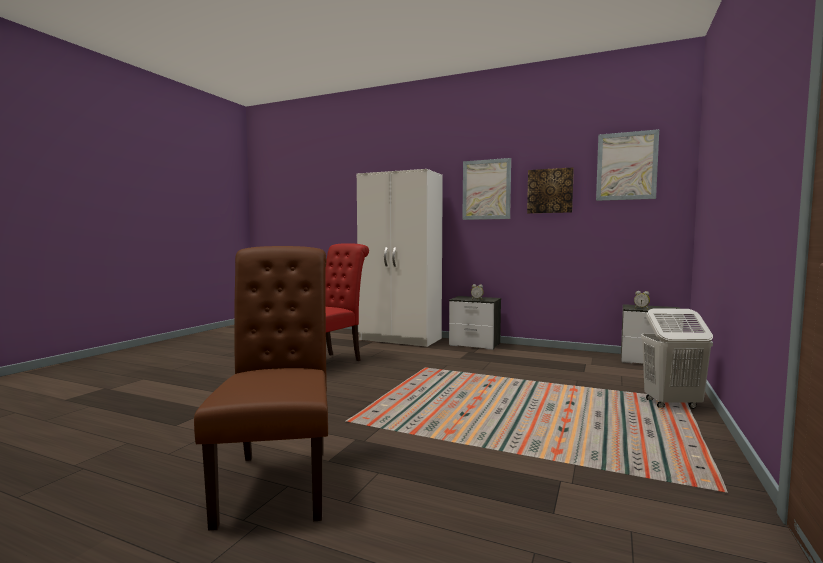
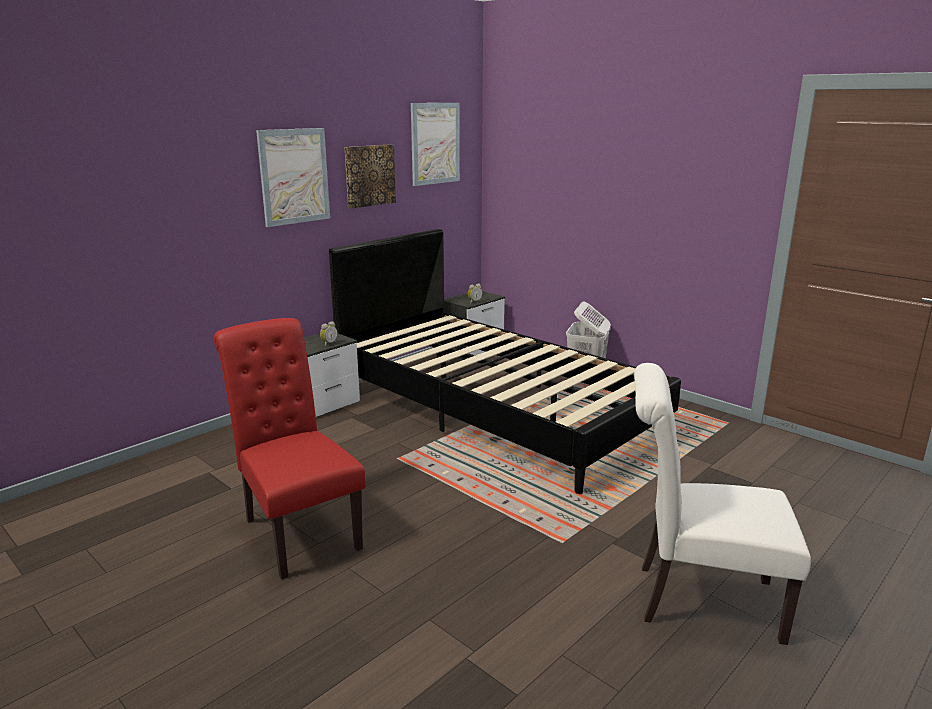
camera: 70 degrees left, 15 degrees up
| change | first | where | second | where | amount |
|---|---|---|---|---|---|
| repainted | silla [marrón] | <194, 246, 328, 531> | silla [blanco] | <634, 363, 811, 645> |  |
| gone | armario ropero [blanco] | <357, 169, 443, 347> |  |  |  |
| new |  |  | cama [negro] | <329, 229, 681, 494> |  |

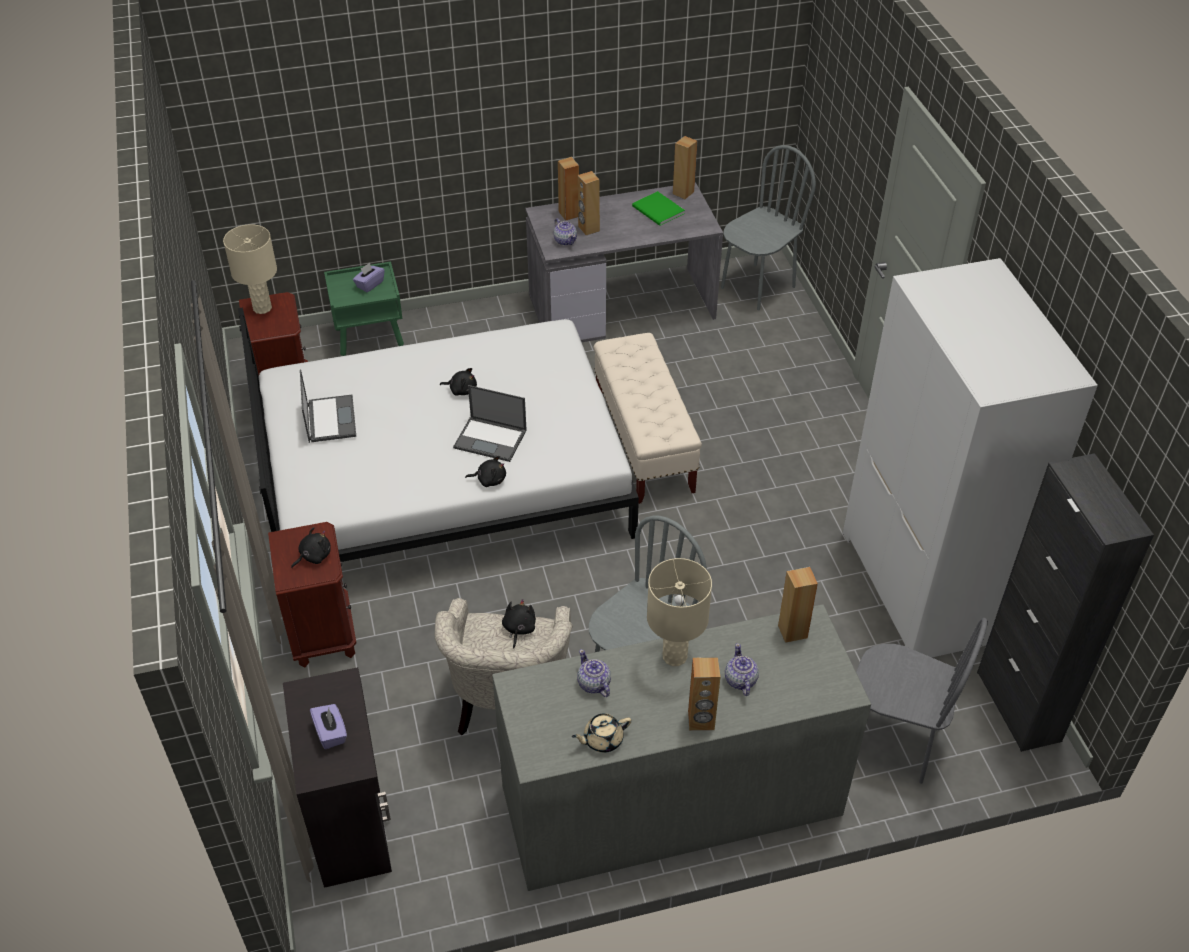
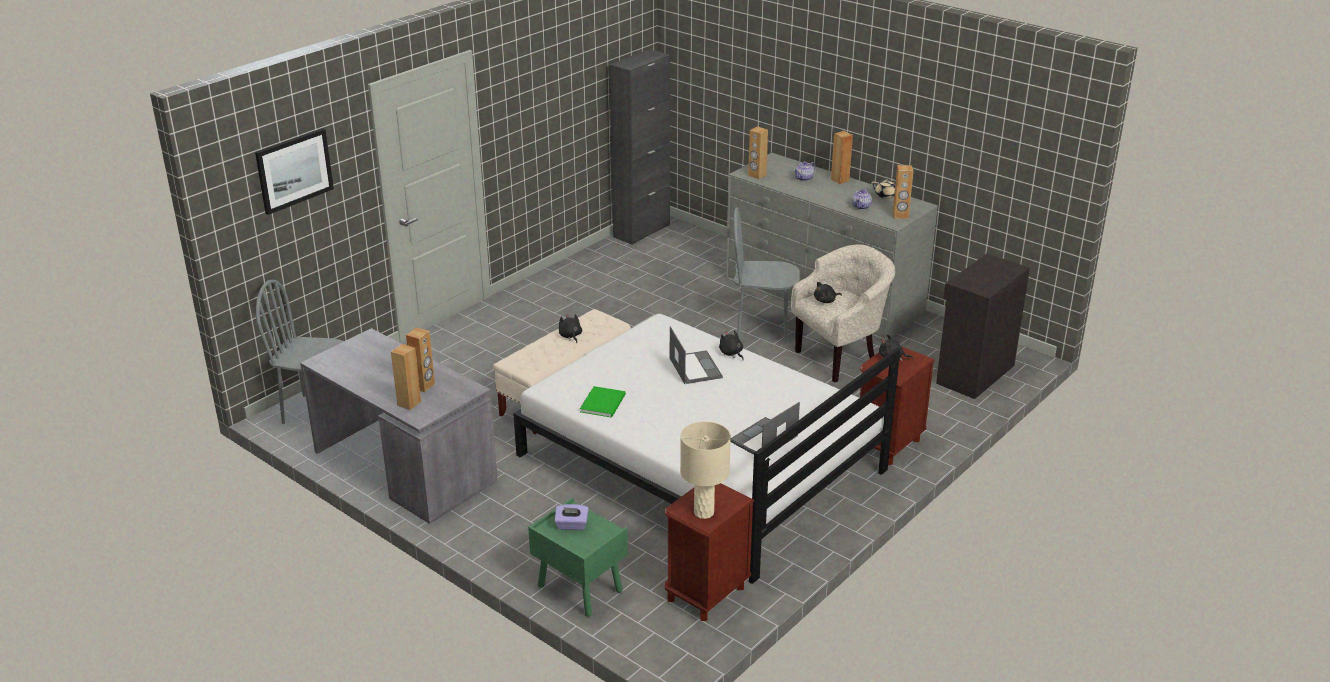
camera: 125 degrees left, 15 degrees down
| change | first | where | second | where | amount |
|---|---|---|---|---|---|
| gone | caja de pañuelos [morado] | <310, 704, 347, 749> |  |  |  |
| shifted | peluche [negro] | <440, 368, 477, 396> |  | <559, 314, 582, 343> |  |
| gone | tetera | <554, 218, 577, 246> |  |  |  |
| shifted | libro [verde] | <632, 191, 685, 226> |  | <580, 386, 626, 418> |  |
| gone | lámpara de mesa [beis] | <647, 558, 712, 666> |  |  |  |
| shifted | altavoz [marrón] | <673, 136, 697, 199> |  | <893, 165, 914, 219> |  |
| gone | armario ropero [blanco] | <843, 258, 1098, 657> |  |  |  |
| gone | silla [gris] | <856, 618, 988, 784> |  |  |  |
| new |  |  | cuadro | <255, 128, 334, 215> |  |

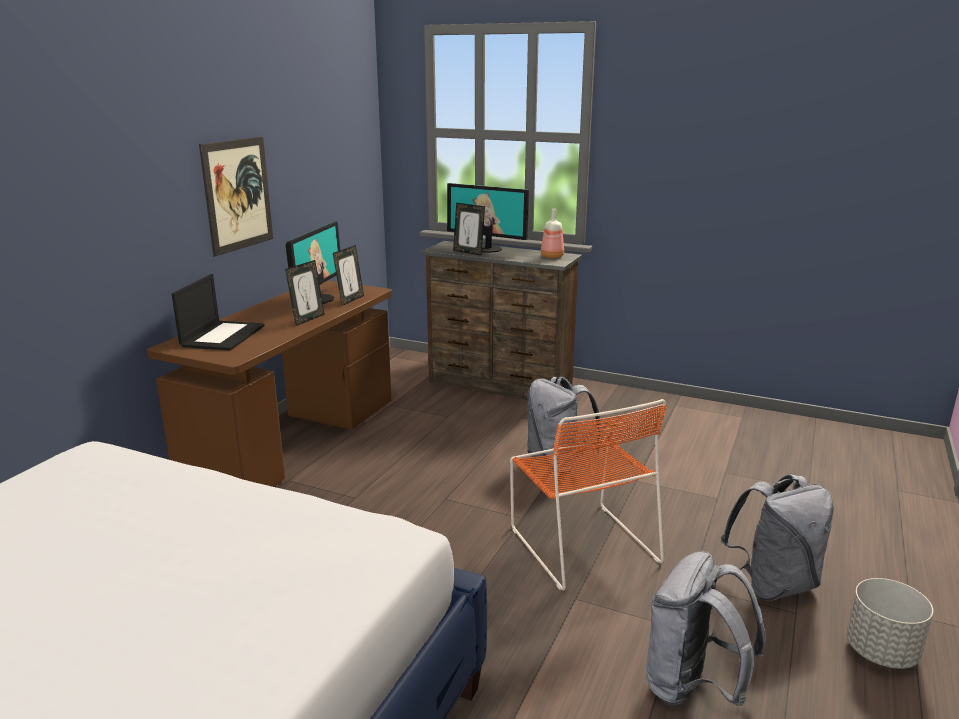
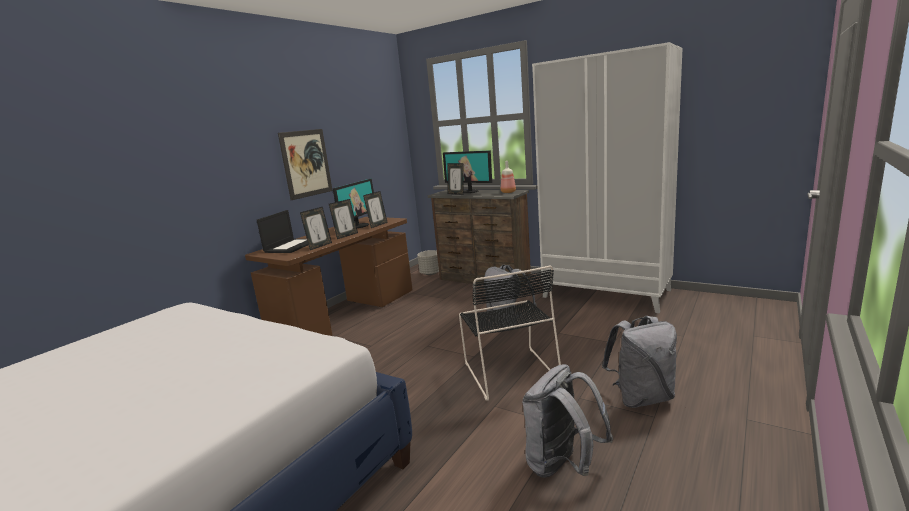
camera: 10 degrees right, 5 degrees down
| change | first | where | second | where | amount |
|---|---|---|---|---|---|
| repainted | silla [naranja] | <510, 399, 667, 591> | silla [negro] | <459, 265, 561, 401> |  |
| shifted | maceta [gris] | <846, 578, 934, 669> |  | <417, 250, 439, 275> |  |
| new |  |  | portarretratos | <300, 207, 332, 250> |  |
| new |  |  | armario ropero [blanco] | <532, 42, 683, 313> |  |

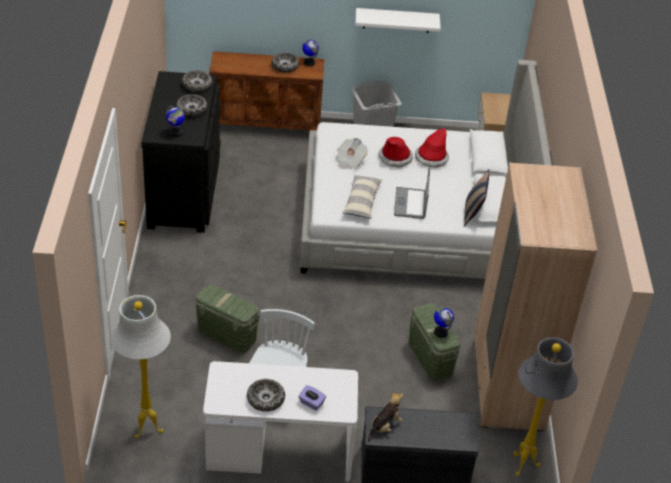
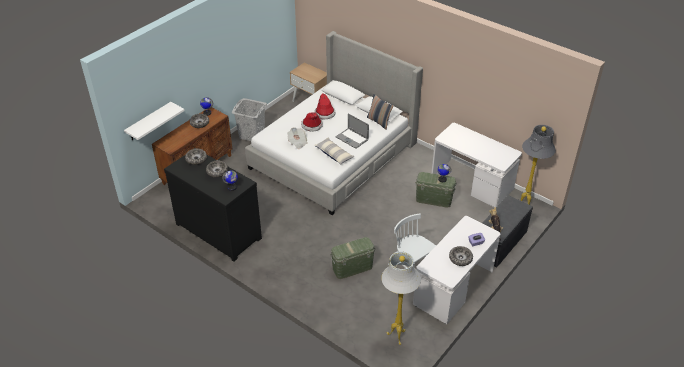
camera: 50 degrees left, 0 degrees up
| change | first | where | second | where | amount |
|---|---|---|---|---|---|
| shifted | estante [blanco] | <355, 8, 441, 33> |  | <124, 102, 185, 140> |  |
| swapped | armario ropero [beis] | <474, 162, 597, 431> | escritorio [blanco] | <431, 123, 522, 207> |  |

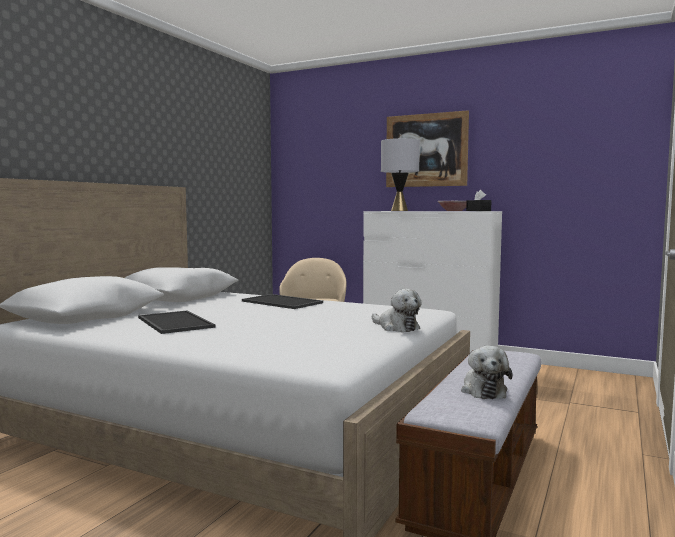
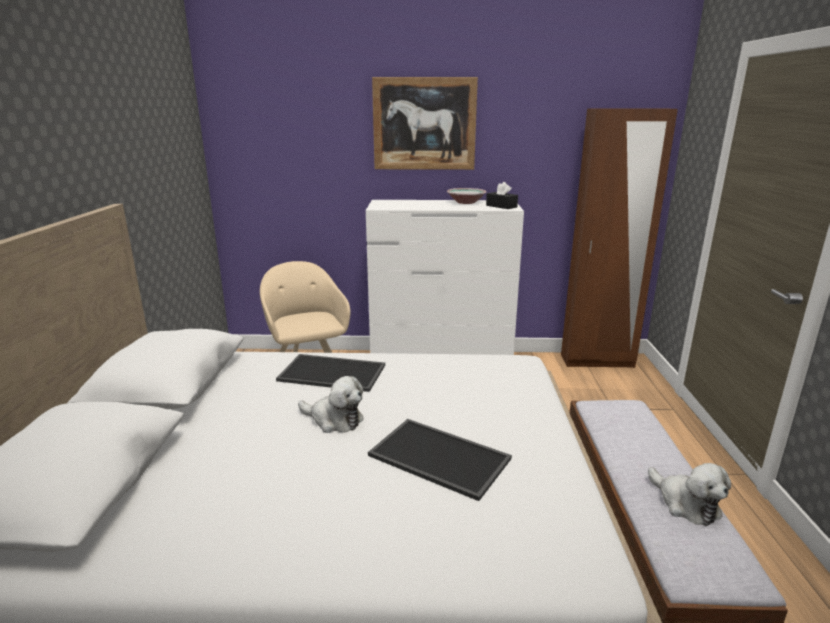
camera: 25 degrees left, 15 degrees up
| change | first | where | second | where | amount |
|---|---|---|---|---|---|
| shifted | bandeja | <138, 310, 215, 334> |  | <368, 419, 512, 501> |  |
| shifted | peluche | <372, 289, 422, 332> |  | <298, 376, 364, 433> |  |
| gone | lámpara de mesa [gris] | <381, 138, 420, 211> |  |  |  |
| new |  |  | armario ropero [marrón] | <561, 108, 678, 368> |  |

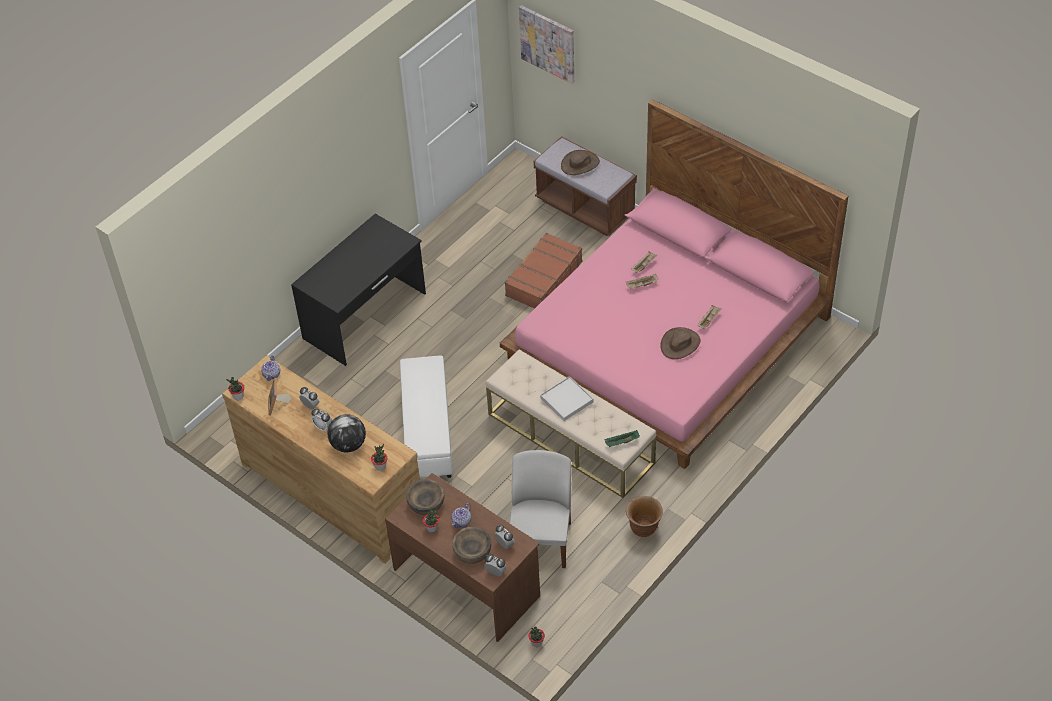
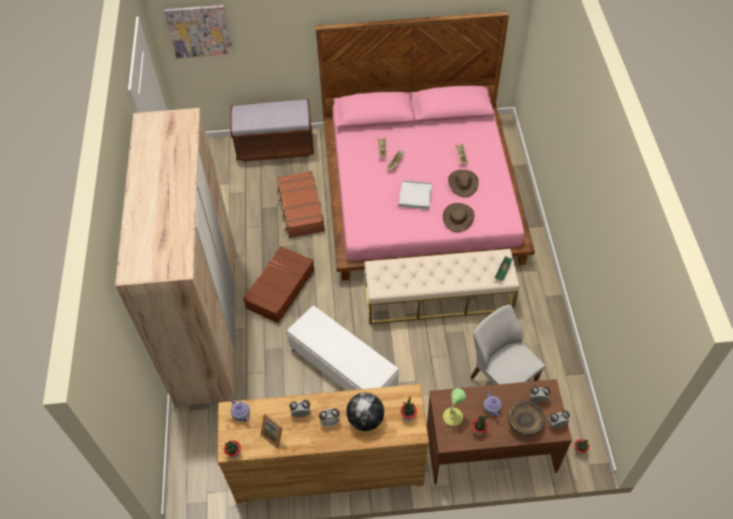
camera: 45 degrees left, 5 degrees up
| change | first | where | second | where | amount |
|---|---|---|---|---|---|
| swapped | escritorio [negro] | <291, 214, 426, 366> | armario ropero [beis] | <115, 108, 236, 407> |  |
| swapped | cuenco [marrón] | <406, 479, 445, 515> | lámpara de mesa | <443, 388, 466, 426> |  |
| shifted | bandeja [blanco] | <540, 376, 593, 421> |  | <398, 180, 432, 210> |  |
| shifted | sombrero [marrón] | <561, 150, 600, 175> |  | <443, 203, 474, 232> |  |
| gone | maceta [marrón] | <626, 496, 663, 537> |  |  |  |
| new |  |  | maleta [marrón] | <243, 246, 315, 323> |  |

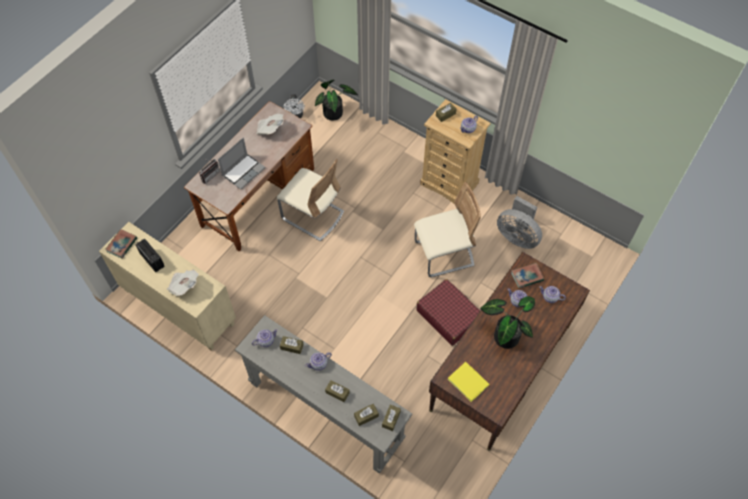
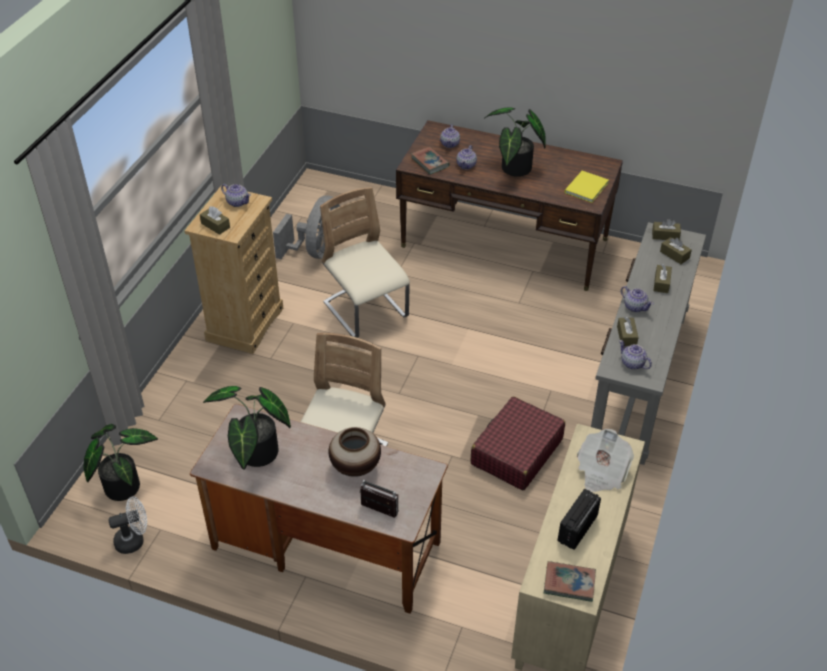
camera: 105 degrees left, 15 degrees down
| change | first | where | second | where | amount |
|---|---|---|---|---|---|
| swapped | portátil | <218, 138, 266, 189> | florero | <329, 427, 381, 477> |  |
| swapped | periódico | <256, 113, 284, 135> | planta en maceta | <203, 386, 291, 470> |  |
| shifted | maleta [rojo] | <416, 279, 480, 346> |  | <471, 396, 565, 490> |  |

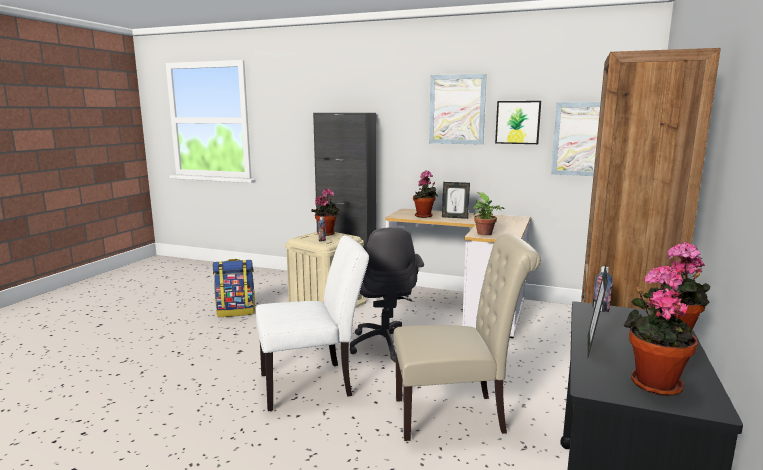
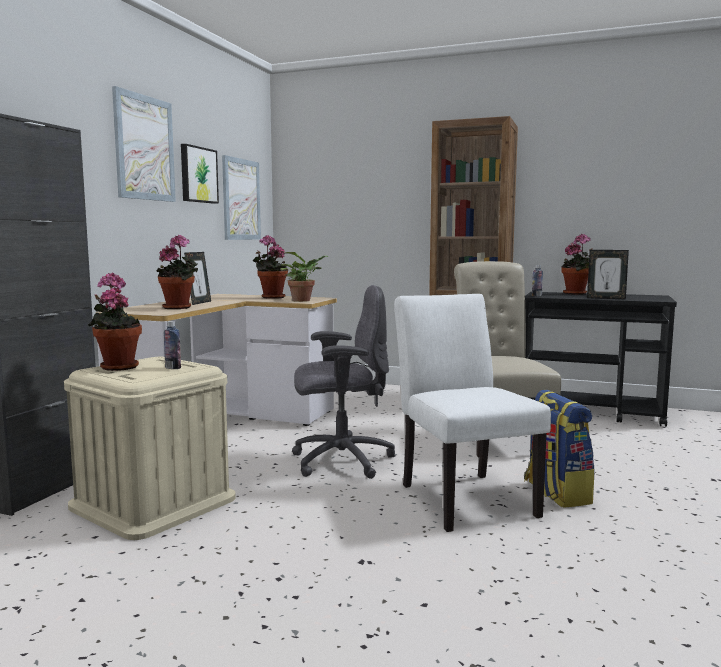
camera: 90 degrees left, 5 degrees down
| change | first | where | second | where | amount |
|---|---|---|---|---|---|
| shifted | mochila | <212, 259, 255, 317> |  | <524, 390, 595, 508> |  |
| shifted | planta en maceta | <624, 265, 698, 396> |  | <252, 235, 288, 299> |  |

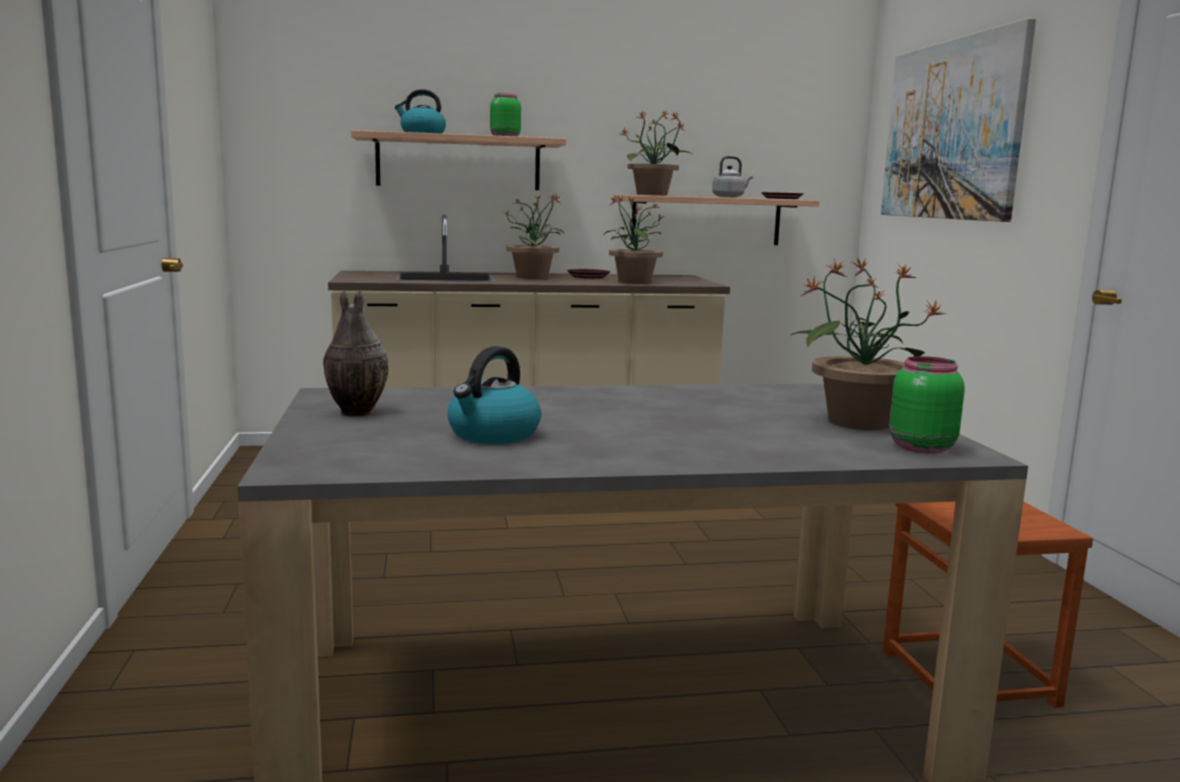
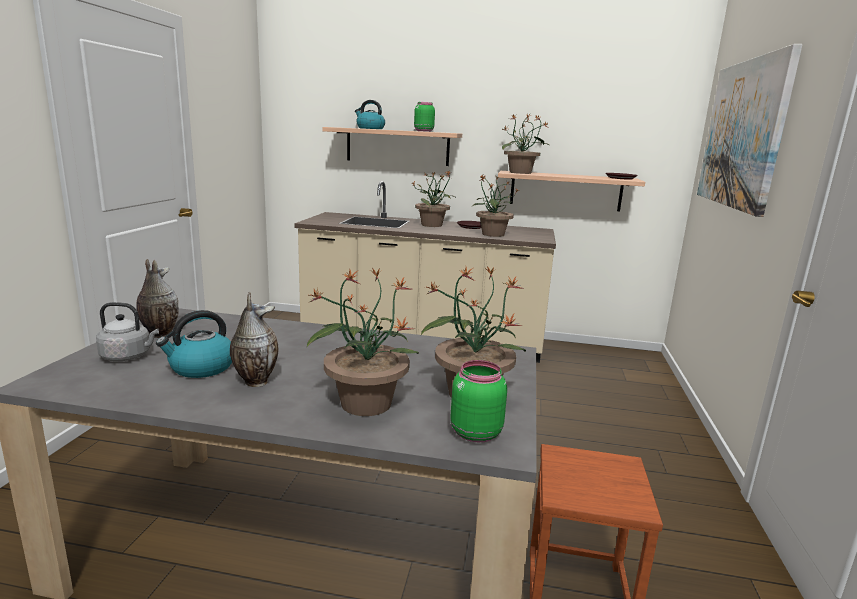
camera: 20 degrees right, 5 degrees up
| change | first | where | second | where | amount |
|---|---|---|---|---|---|
| shifted | hervidor [gris] | <712, 156, 753, 197> |  | <96, 302, 159, 361> |  |
| new |  |  | florero | <230, 292, 279, 387> |  |
| new |  |  | planta en maceta | <307, 268, 419, 416> |  |

